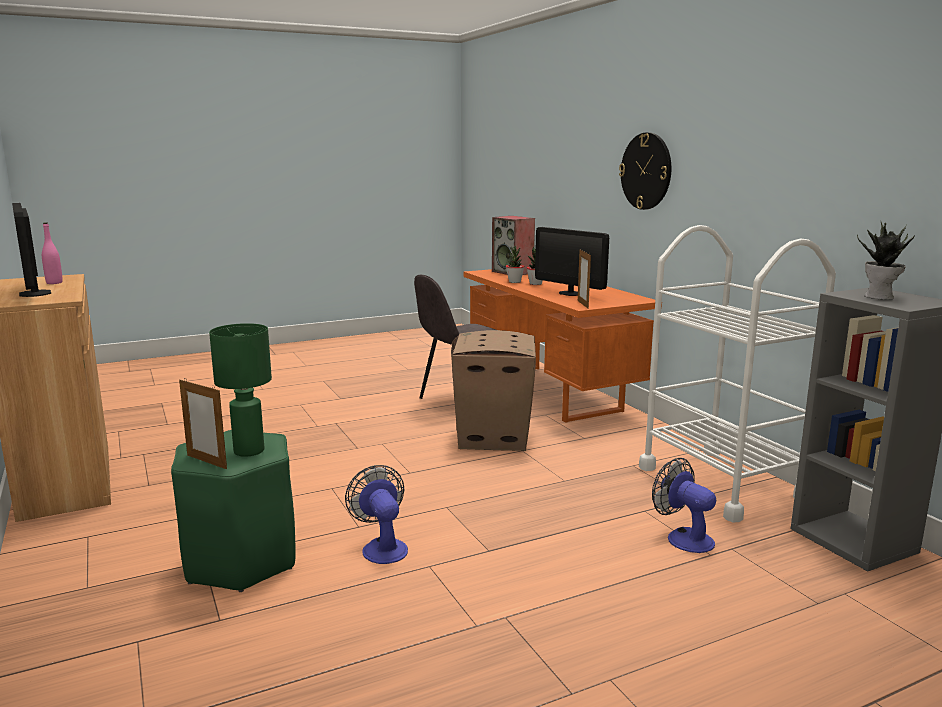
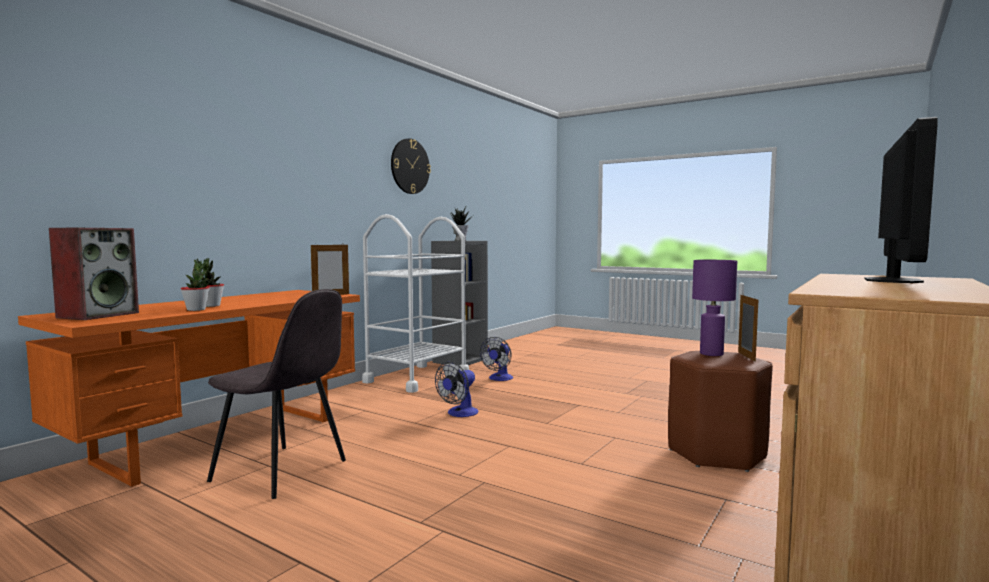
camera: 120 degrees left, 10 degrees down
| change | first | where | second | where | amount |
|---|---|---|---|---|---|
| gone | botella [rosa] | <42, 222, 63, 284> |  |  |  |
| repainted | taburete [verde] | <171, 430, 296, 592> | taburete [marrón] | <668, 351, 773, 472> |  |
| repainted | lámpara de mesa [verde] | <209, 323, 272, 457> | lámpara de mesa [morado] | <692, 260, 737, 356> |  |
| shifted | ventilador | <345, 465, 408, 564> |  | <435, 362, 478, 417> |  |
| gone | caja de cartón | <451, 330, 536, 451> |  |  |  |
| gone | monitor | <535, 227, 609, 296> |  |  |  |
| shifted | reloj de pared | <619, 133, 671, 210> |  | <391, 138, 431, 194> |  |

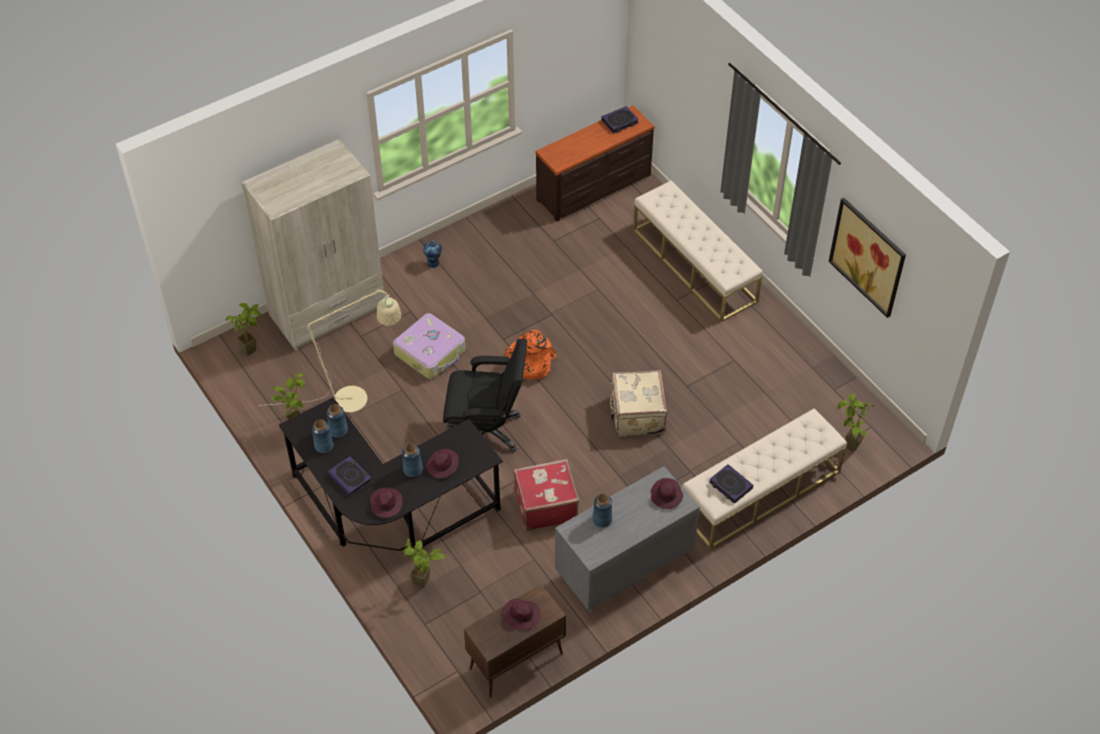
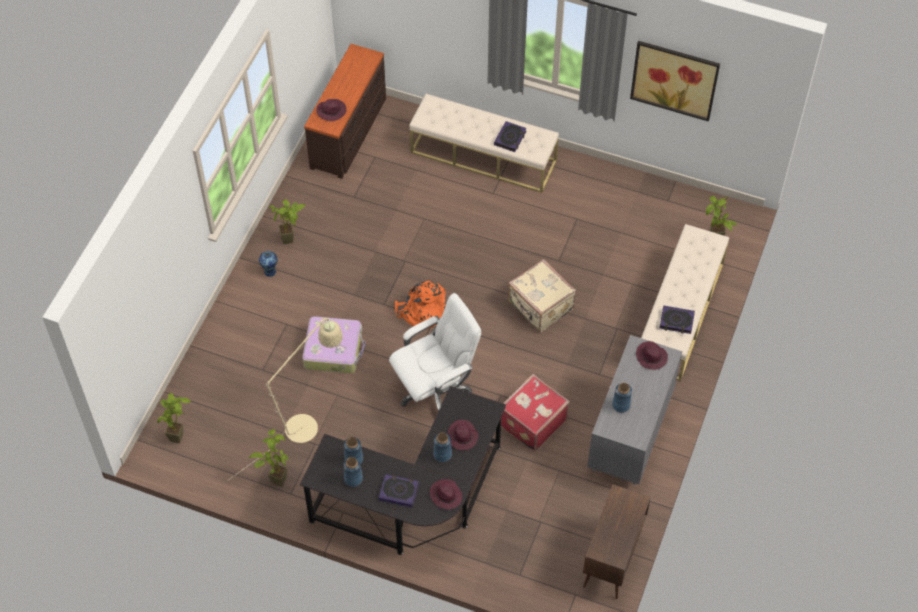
camera: 35 degrees left, 5 degrees up
| change | first | where | second | where | amount |
|---|---|---|---|---|---|
| gone | armario ropero [beis] | <241, 139, 385, 350> |  |  |  |
| shifted | planta en maceta | <404, 538, 446, 588> |  | <269, 200, 305, 244> |  |
| repainted | silla de oficina [negro] | <443, 338, 527, 452> | silla de oficina [blanco] | <389, 293, 482, 411> |  |
| shifted | sombrero [morado] | <503, 598, 541, 630> |  | <316, 99, 346, 121> |  |
| shifted | libro | <601, 106, 639, 134> |  | <494, 121, 527, 152> |  |

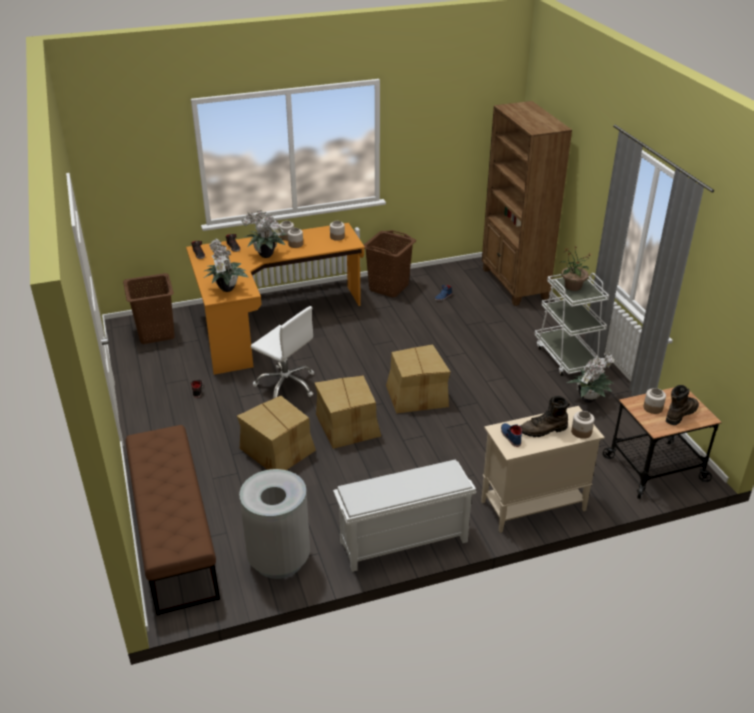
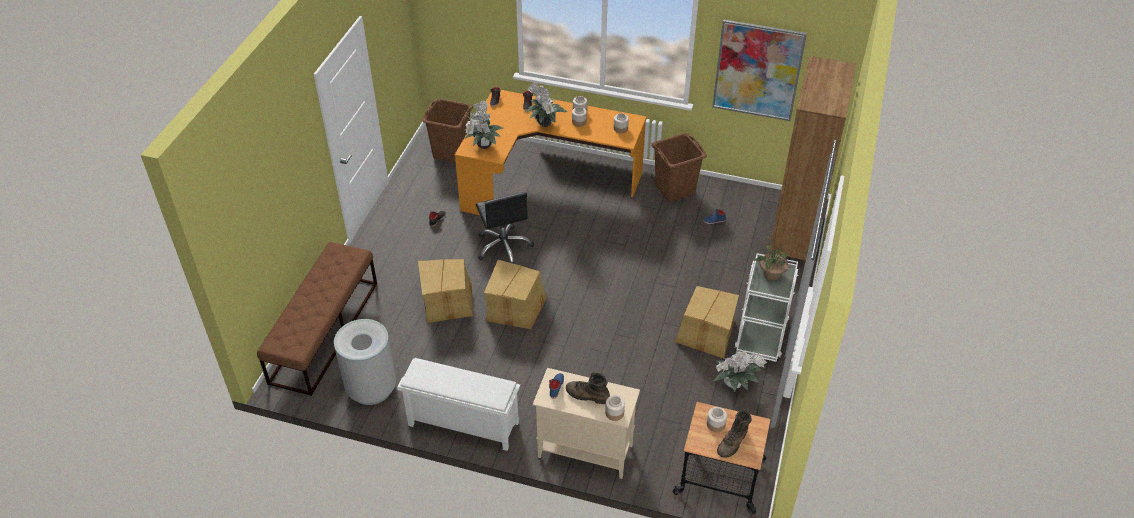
camera: 35 degrees right, 10 degrees up
| change | first | where | second | where | amount |
|---|---|---|---|---|---|
| repainted | silla de oficina [blanco] | <251, 306, 314, 399> | silla de oficina [negro] | <476, 192, 534, 264> |  |
| shifted | caja de cartón | <386, 344, 450, 413> |  | <675, 286, 739, 358> |  |
| rotated | bota [marrón] | <666, 385, 699, 425> |  | <717, 410, 751, 458> | 135 degrees clockwise |
| new |  |  | cuadro | <712, 19, 807, 121> |  |

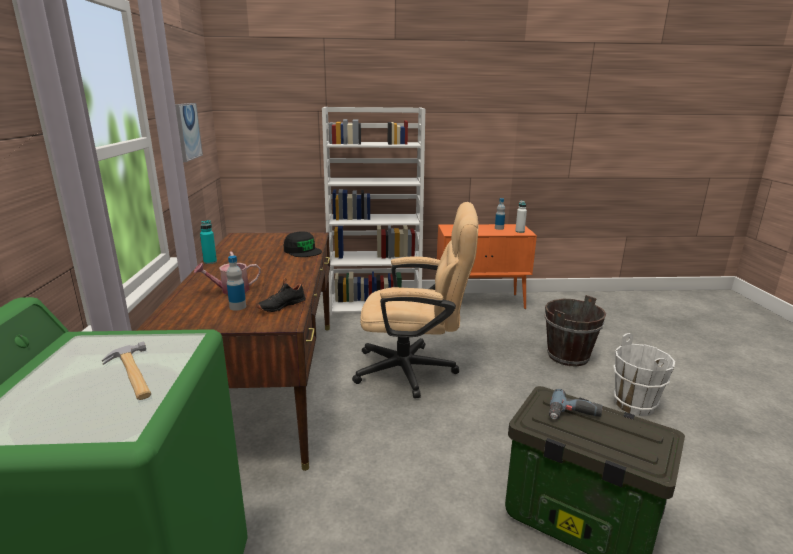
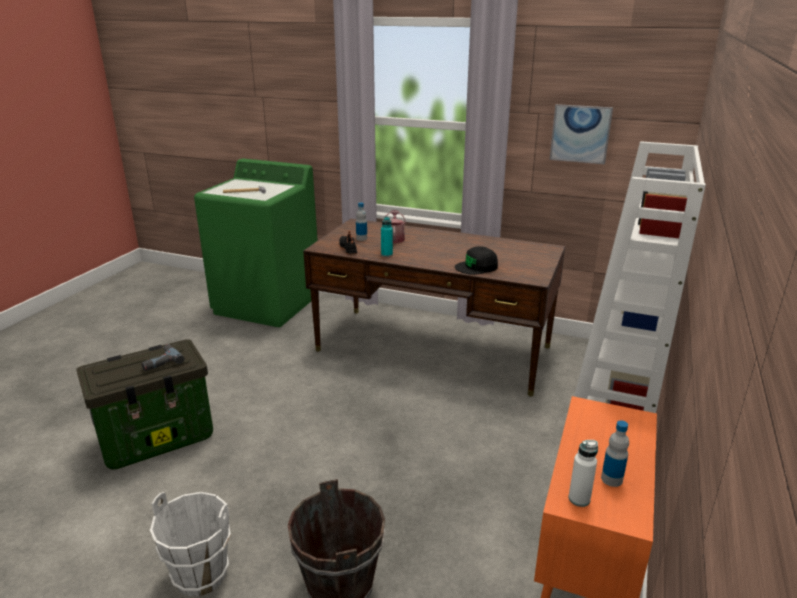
camera: 115 degrees right, 5 degrees up
| change | first | where | second | where | amount |
|---|---|---|---|---|---|
| shifted | botella [turquesa] | <200, 220, 217, 264> |  | <381, 217, 393, 257> |  |
| gone | silla de oficina [beis] | <352, 202, 478, 398> |  |  |  |

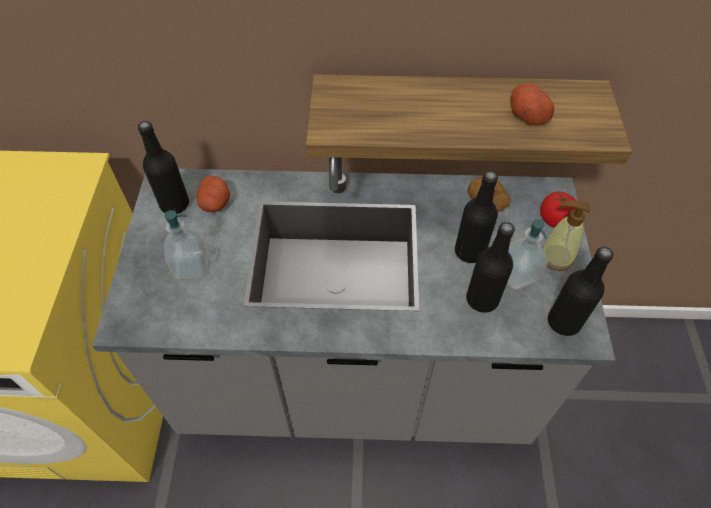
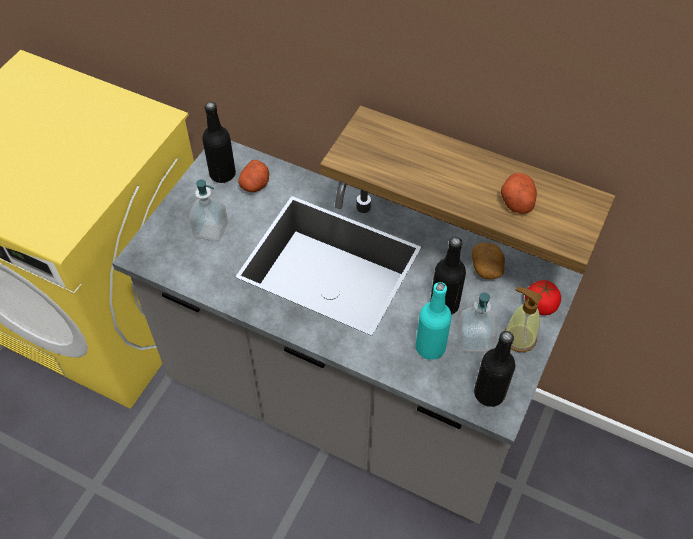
camera: 25 degrees right, 0 degrees up
| change | first | where | second | where | amount |
|---|---|---|---|---|---|
| repainted | botella [negro] | <466, 222, 515, 313> | botella [turquesa] | <416, 282, 452, 360> |  |

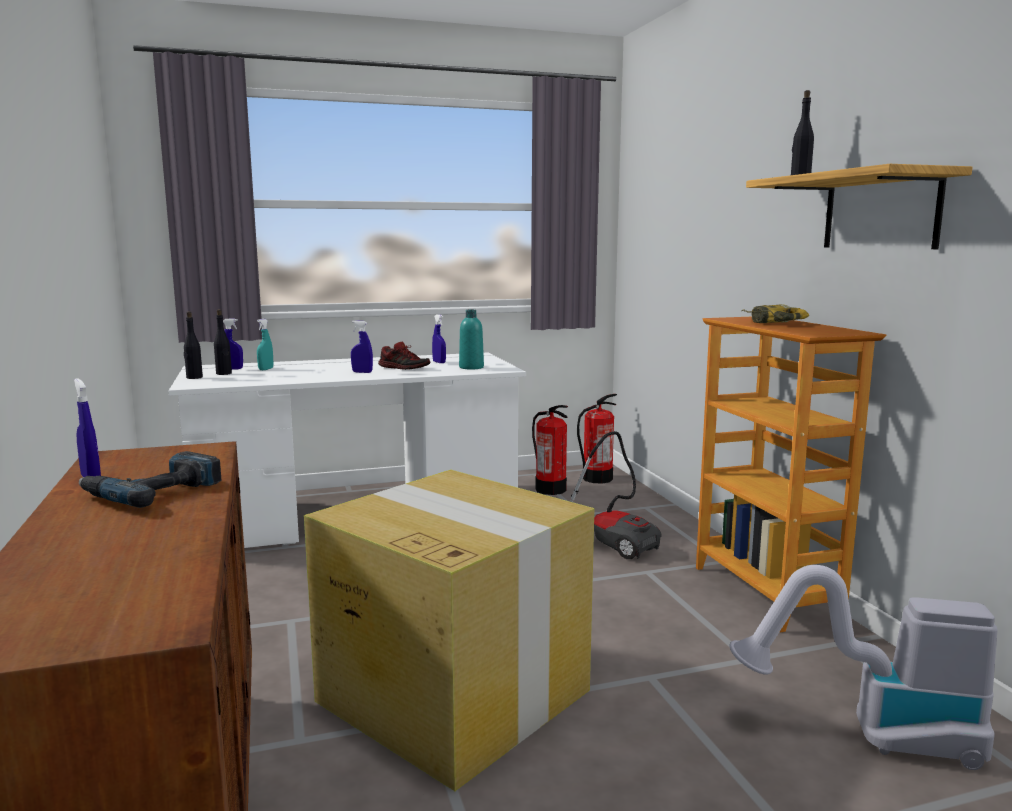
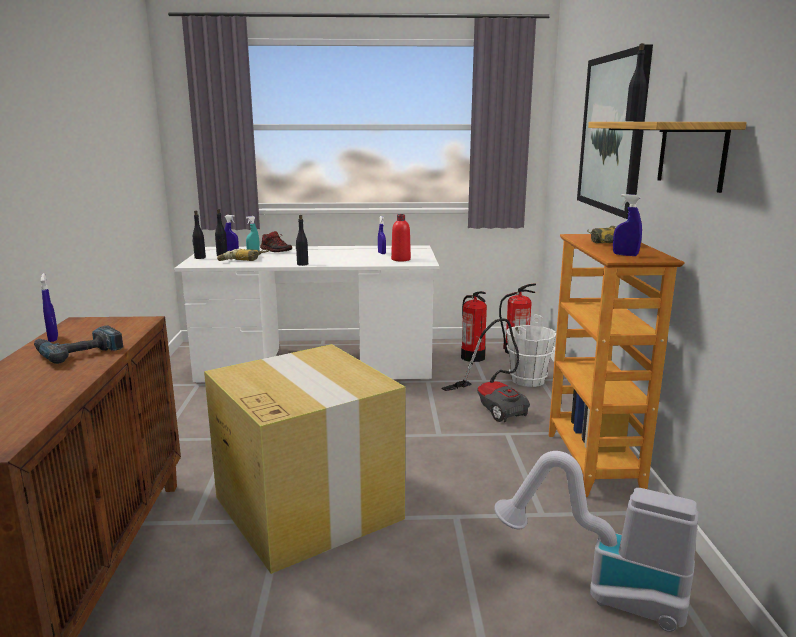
camera: 15 degrees right, 5 degrees up
| change | first | where | second | where | amount |
|---|---|---|---|---|---|
| shifted | pulverizador [azul] | <351, 320, 373, 373> |  | <613, 194, 642, 256> |  |
| shifted | zapato | <378, 342, 430, 370> |  | <260, 231, 292, 252> |  |
| repainted | botella [turquesa] | <459, 310, 484, 370> | botella [rojo] | <391, 214, 411, 261> |  |
| new |  |  | taladro | <217, 249, 269, 261> |  |
| new |  |  | botella [negro] | <296, 215, 308, 266> |  |
| new |  |  | cubo [blanco] | <506, 315, 556, 387> |  |
| new |  |  | cuadro | <577, 44, 653, 219> |  |

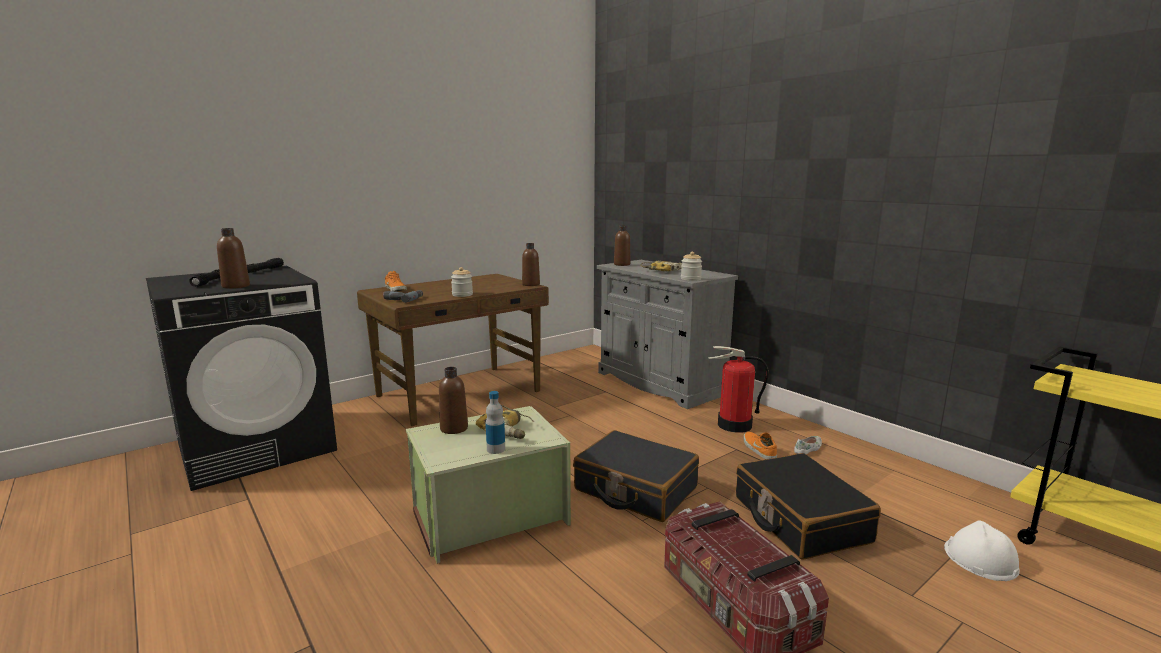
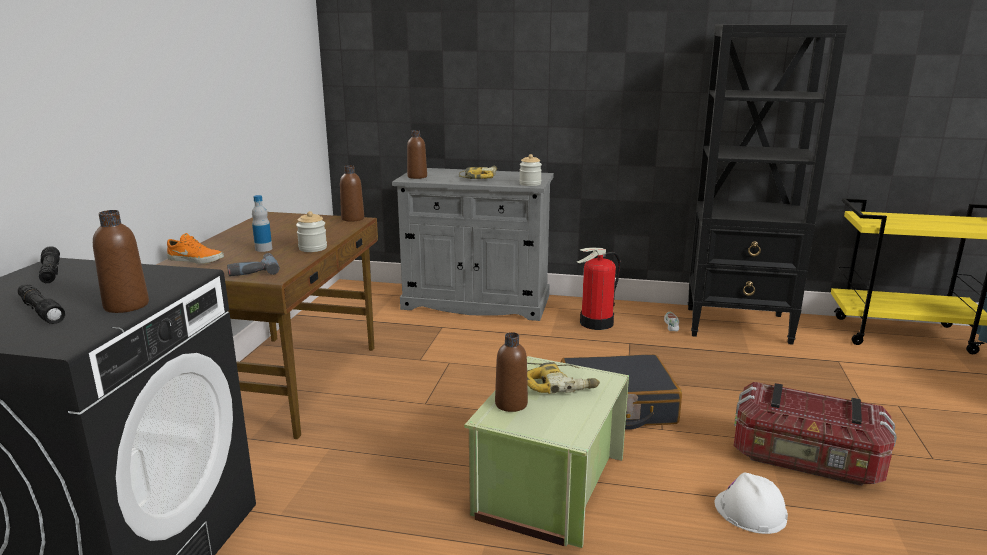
camera: 40 degrees left, 5 degrees up
| change | first | where | second | where | amount |
|---|---|---|---|---|---|
| shifted | botella | <486, 391, 505, 454> |  | <252, 195, 272, 252> |  |
| gone | maleta [negro] | <736, 453, 881, 560> |  |  |  |
| gone | zapato [naranja] | <744, 432, 777, 459> |  |  |  |
| shifted | casco [blanco] | <944, 520, 1020, 581> |  | <715, 473, 788, 534> |  |
| new |  |  | estantería [negro] | <688, 25, 848, 345> |  |

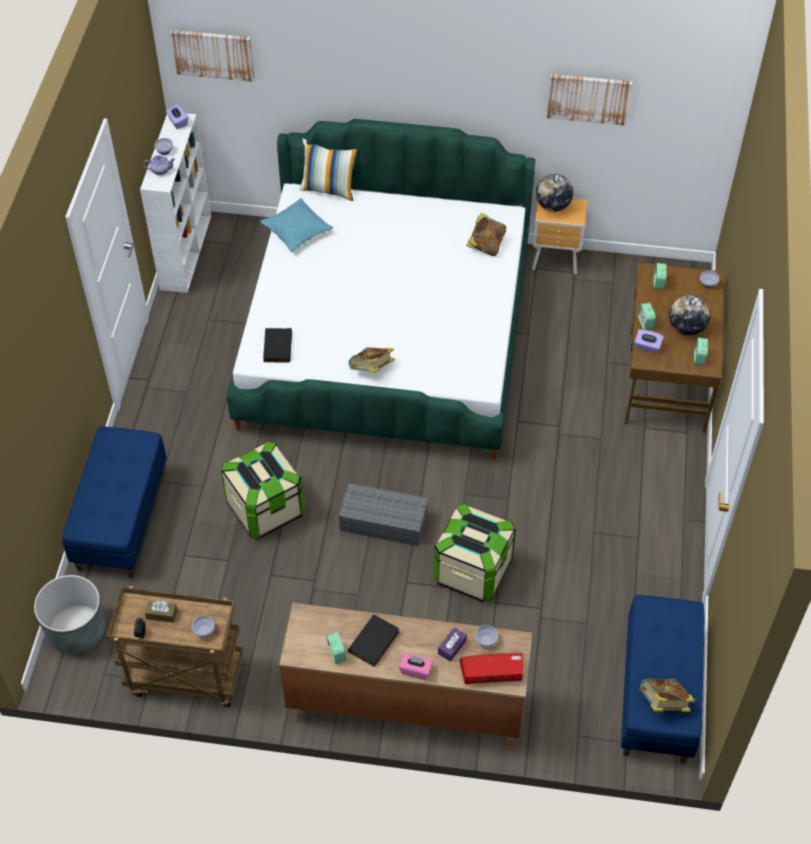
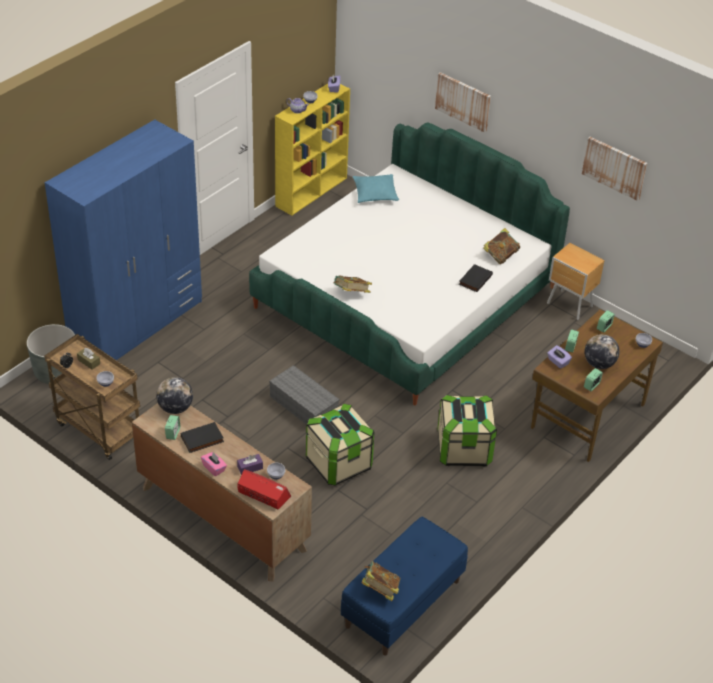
camera: 30 degrees right, 10 degrees down
| change | first | where | second | where | amount |
|---|---|---|---|---|---|
| swapped | banco [azul] | <62, 426, 167, 578> | armario ropero [azul] | <44, 119, 202, 360> |  |
| repainted | estantería [blanco] | <140, 113, 211, 293> | estantería [amarillo] | <275, 84, 350, 216> |  |
| shifted | cuadro | <171, 30, 254, 82> |  | <435, 72, 491, 133> |  |
| shifted | caja de almacenaje | <221, 441, 305, 539> |  | <437, 395, 497, 466> |  |
| shifted | libro [negro] | <263, 328, 292, 363> |  | <459, 264, 493, 292> |  |
| gone | cojín | <300, 138, 358, 201> |  |  |  |
| shifted | globo terráqueo | <536, 174, 573, 212> |  | <156, 377, 193, 414> |  |

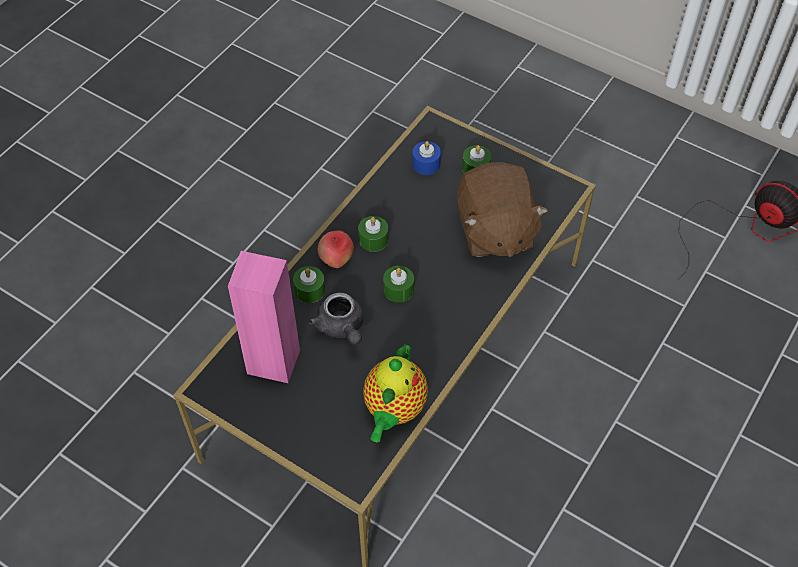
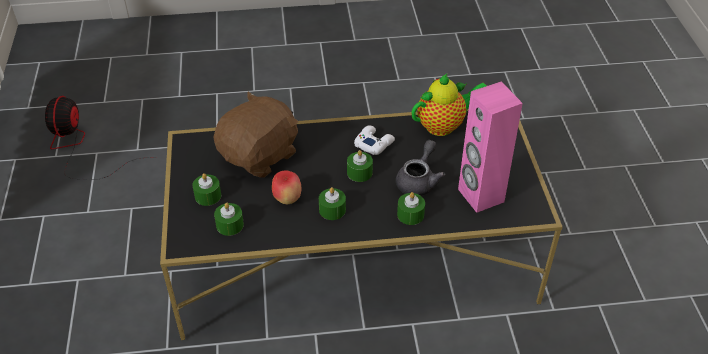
camera: 130 degrees left, 10 degrees down
| change | first | where | second | where | amount |
|---|---|---|---|---|---|
| shifted | manzana | <318, 230, 354, 268> |  | <272, 170, 301, 204> |  |
| repainted | vela [azul] | <412, 141, 441, 175> | vela [verde] | <214, 203, 244, 236> |  |
| new |  |  | mando de consola [blanco] | <354, 126, 395, 155> |  |

